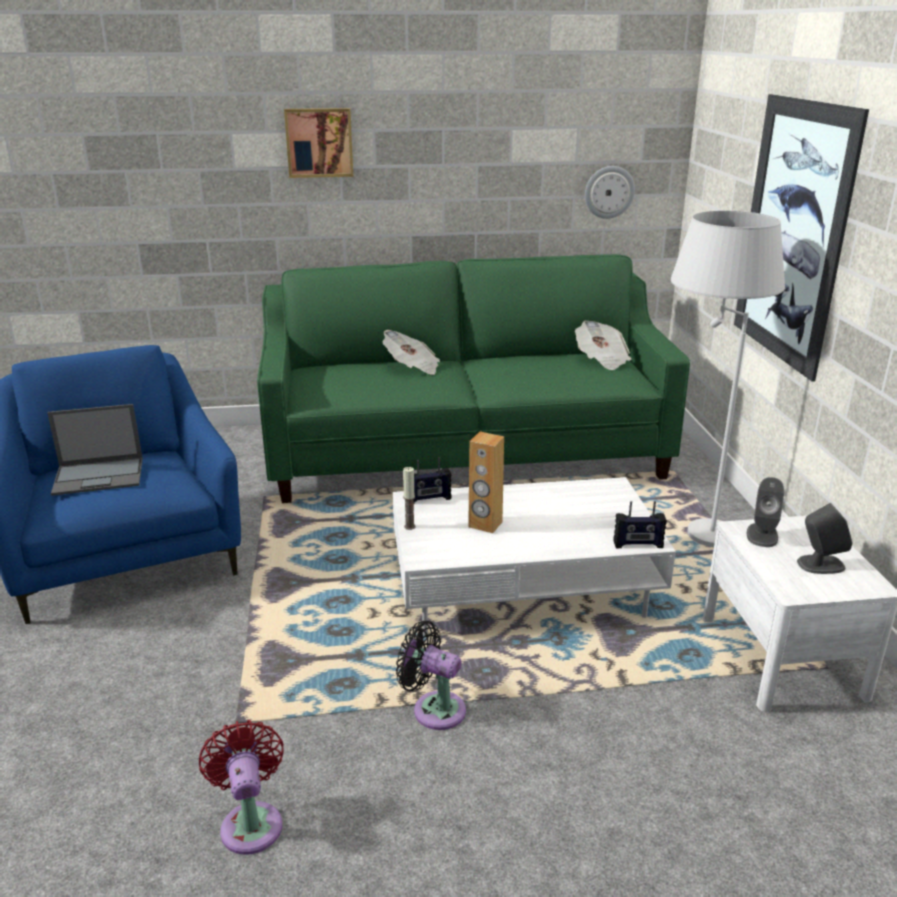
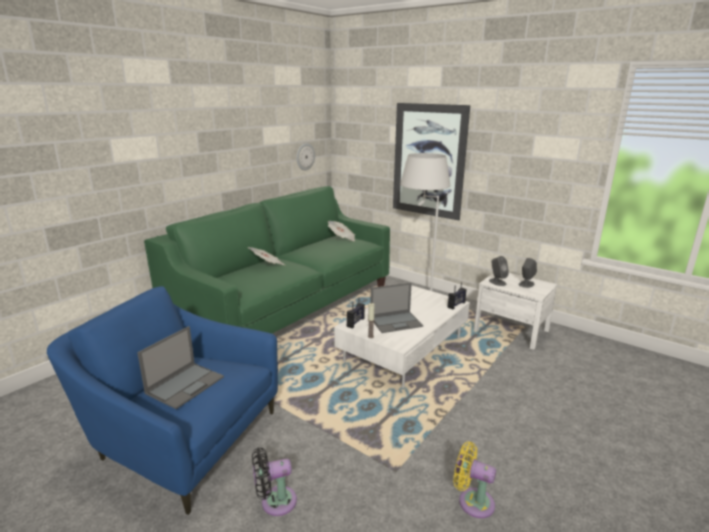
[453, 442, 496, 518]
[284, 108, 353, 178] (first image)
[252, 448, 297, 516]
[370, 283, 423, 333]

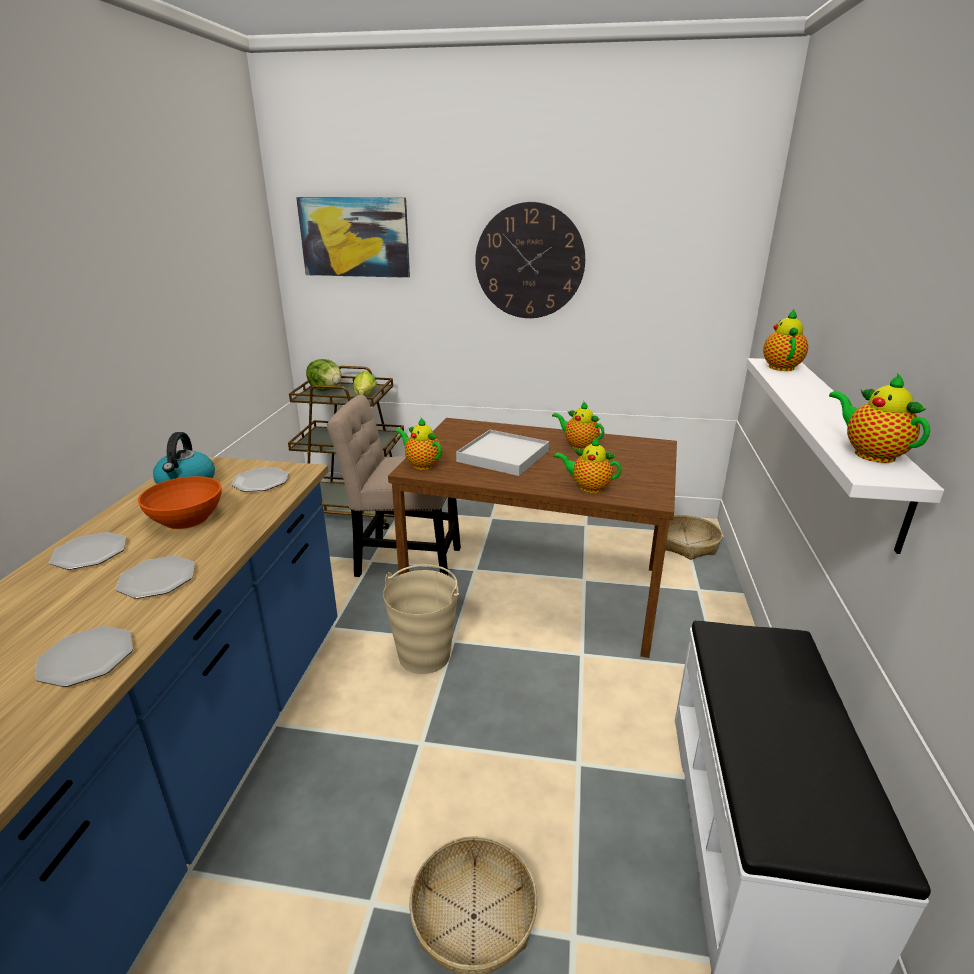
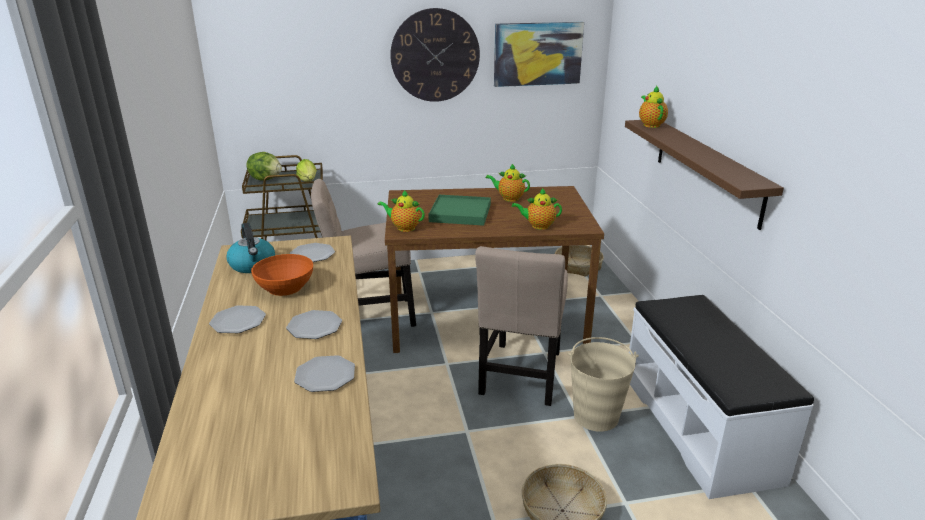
[494, 22, 584, 87]
[567, 337, 639, 432]
[428, 195, 491, 226]
[625, 120, 784, 230]
[829, 372, 930, 463] (first image)
[475, 246, 568, 406]

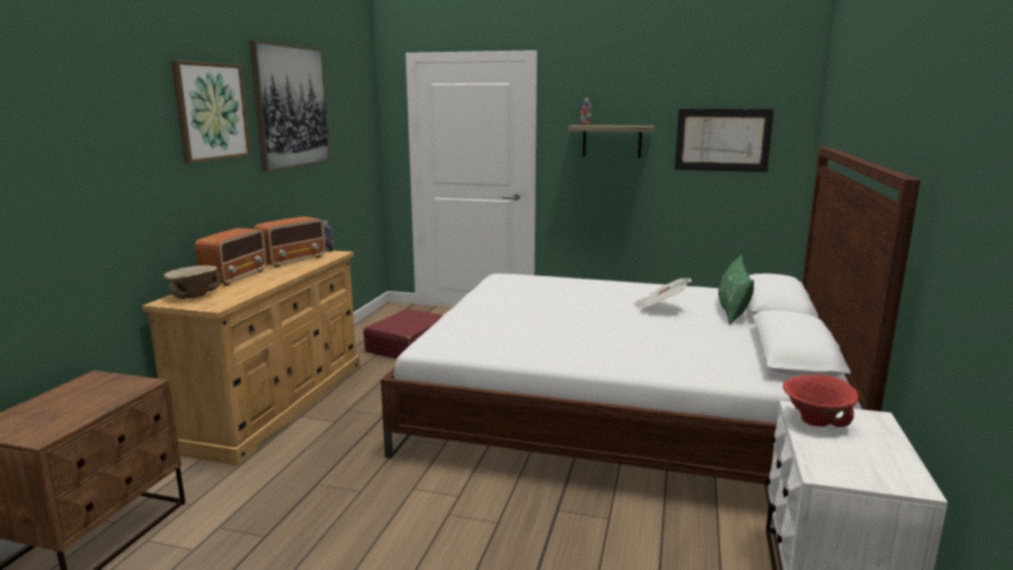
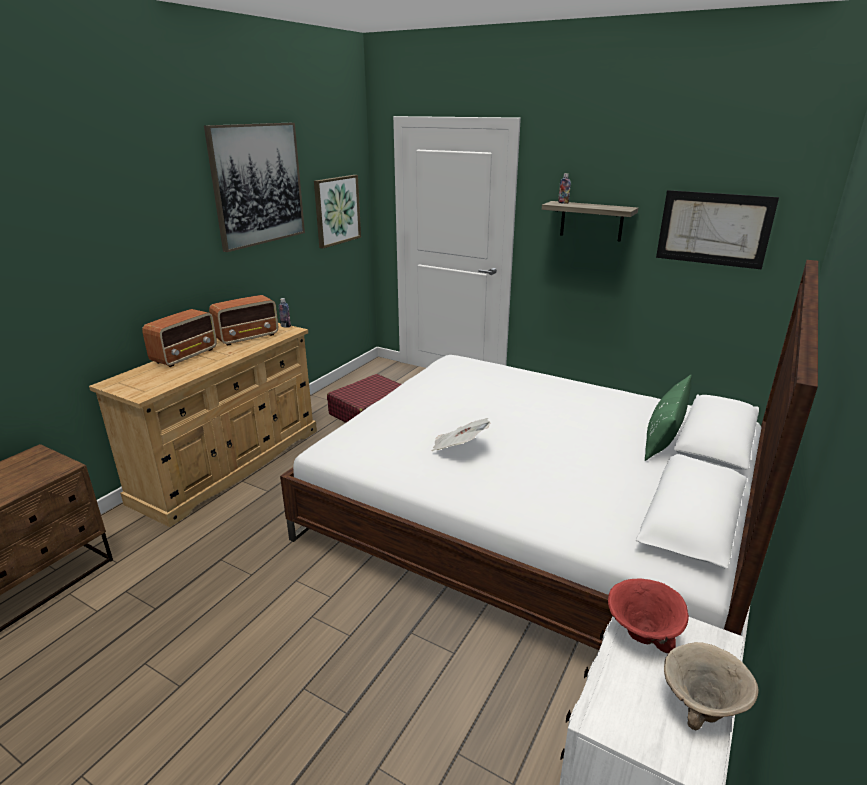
[664, 642, 759, 730]
[314, 175, 361, 248]
[432, 418, 491, 451]

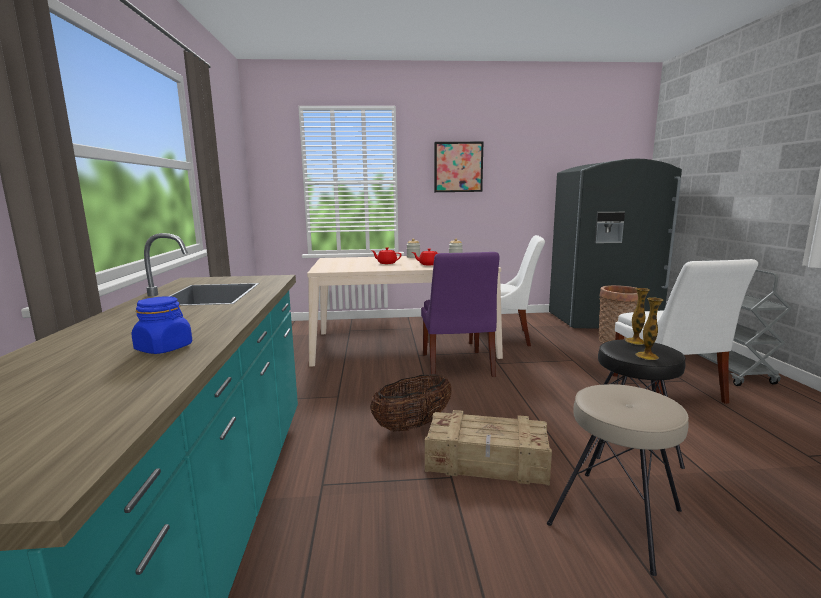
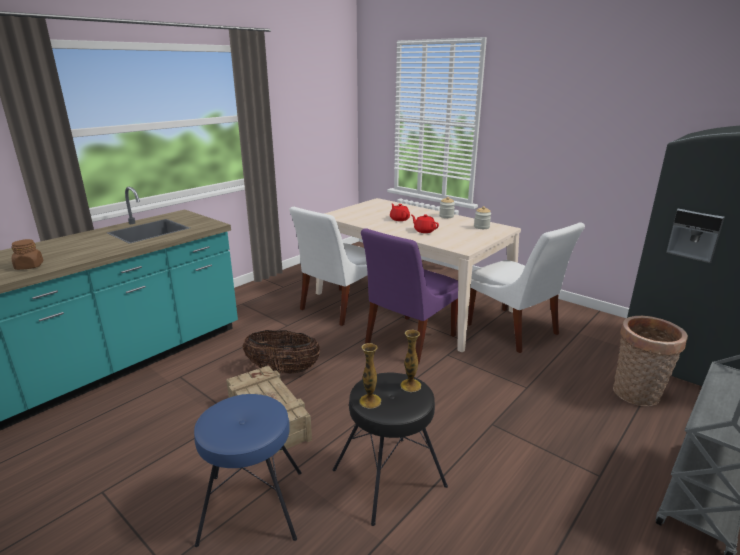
[11, 239, 43, 270]
[434, 142, 483, 192] (first image)
[194, 394, 302, 547]
[289, 207, 368, 326]

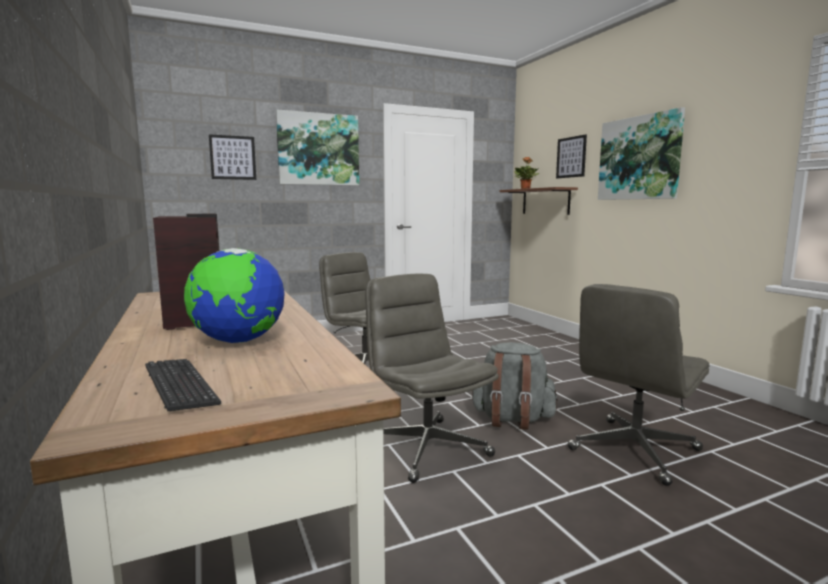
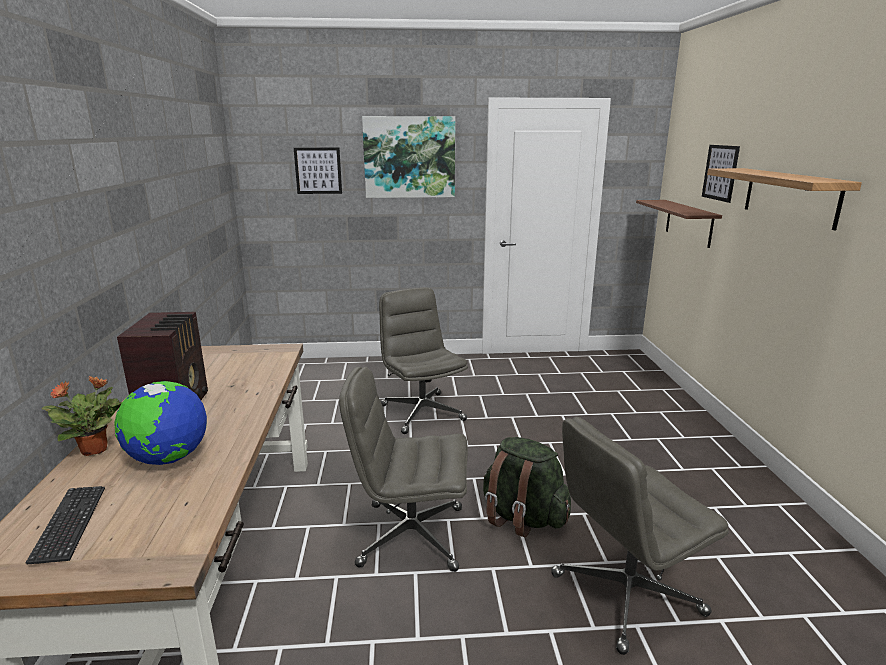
[339, 367, 468, 572]
[483, 437, 571, 537]
[41, 376, 122, 456]
[707, 168, 862, 231]

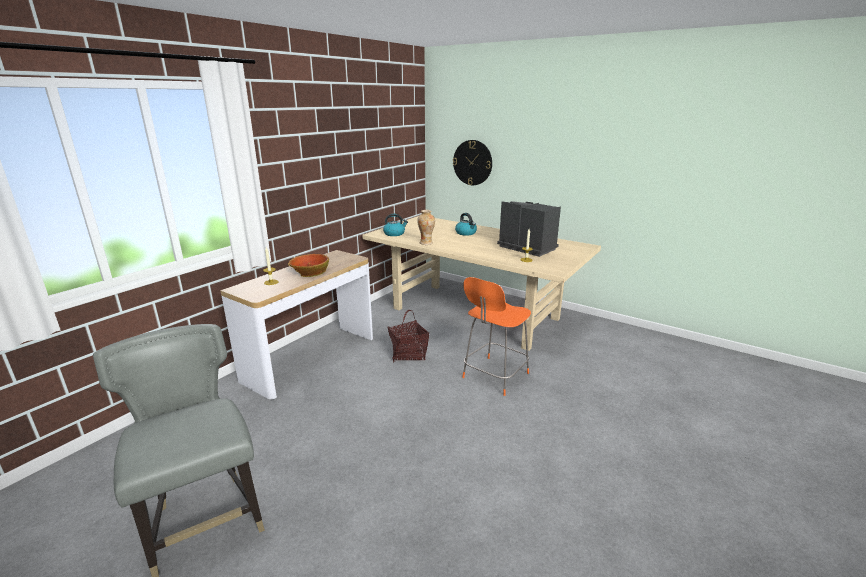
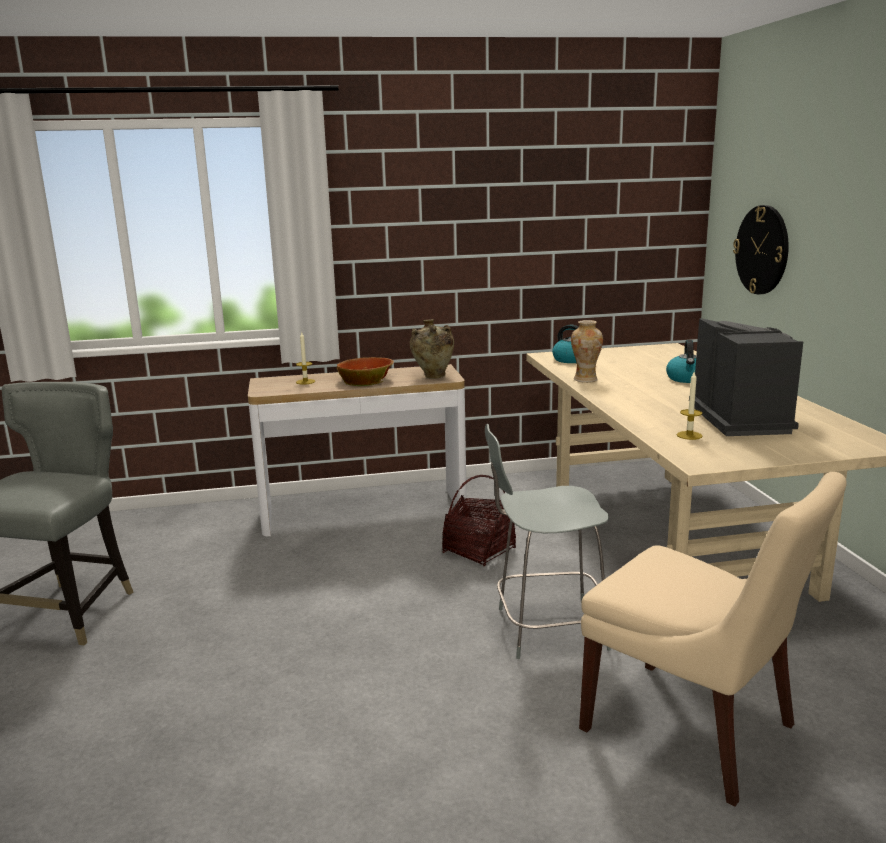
[485, 424, 611, 659]
[410, 319, 454, 379]
[579, 472, 847, 807]

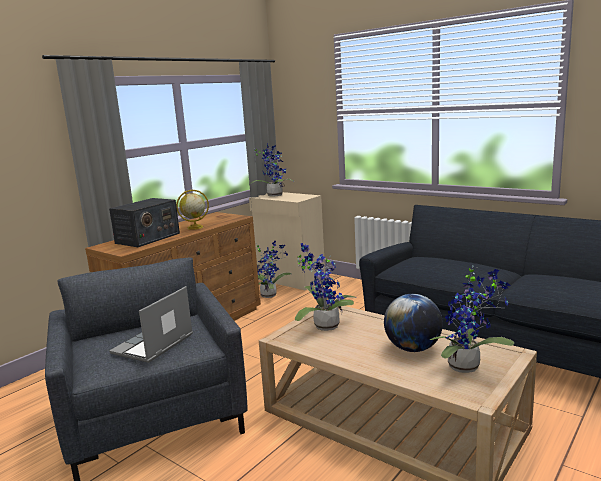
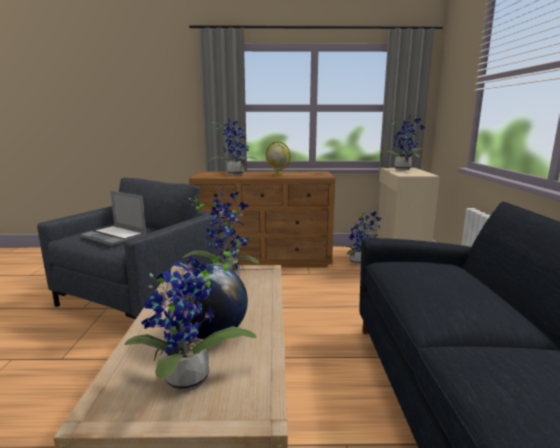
[208, 119, 257, 175]
[81, 191, 146, 246]

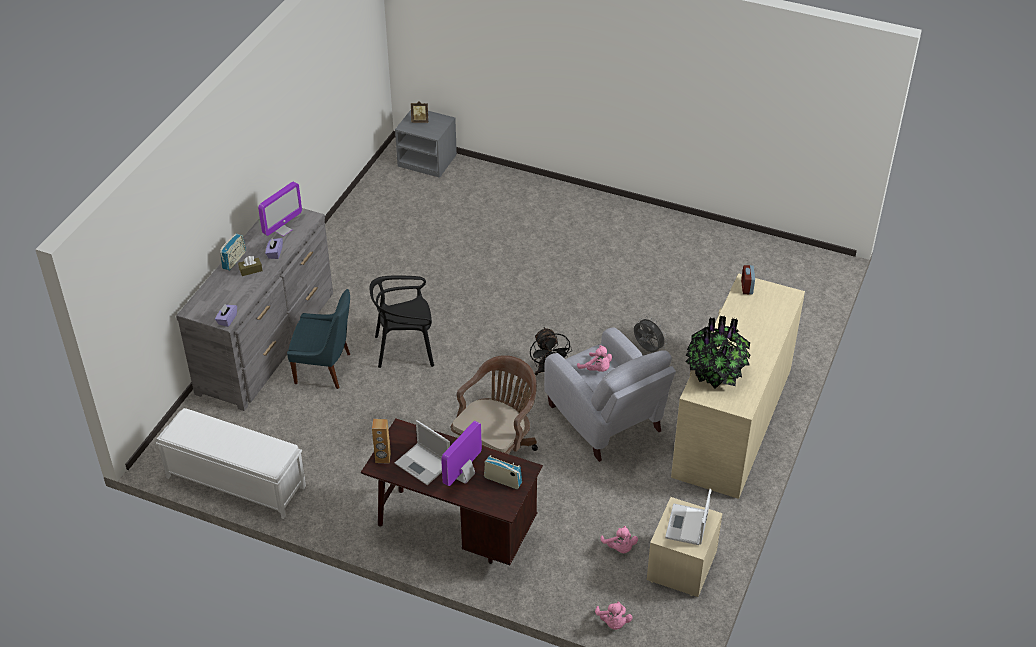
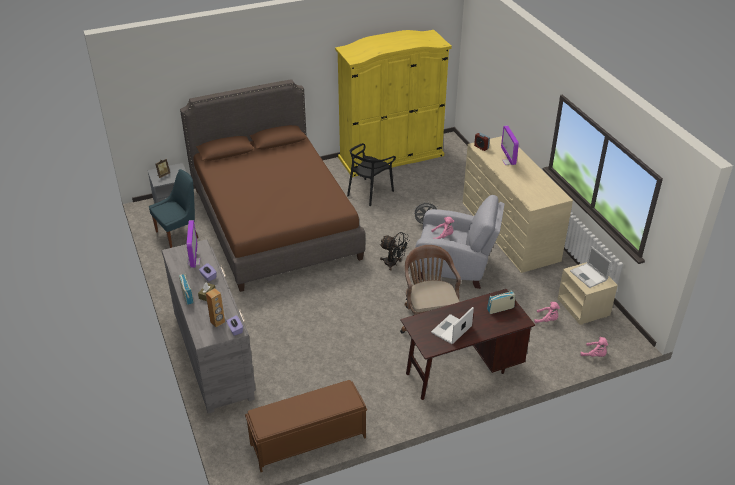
[245, 380, 367, 472]
[149, 169, 198, 248]
[347, 143, 396, 206]
[206, 288, 225, 327]
[431, 307, 474, 344]
[501, 125, 519, 165]
[685, 315, 750, 389] (first image)
[180, 79, 365, 292]
[335, 30, 452, 177]

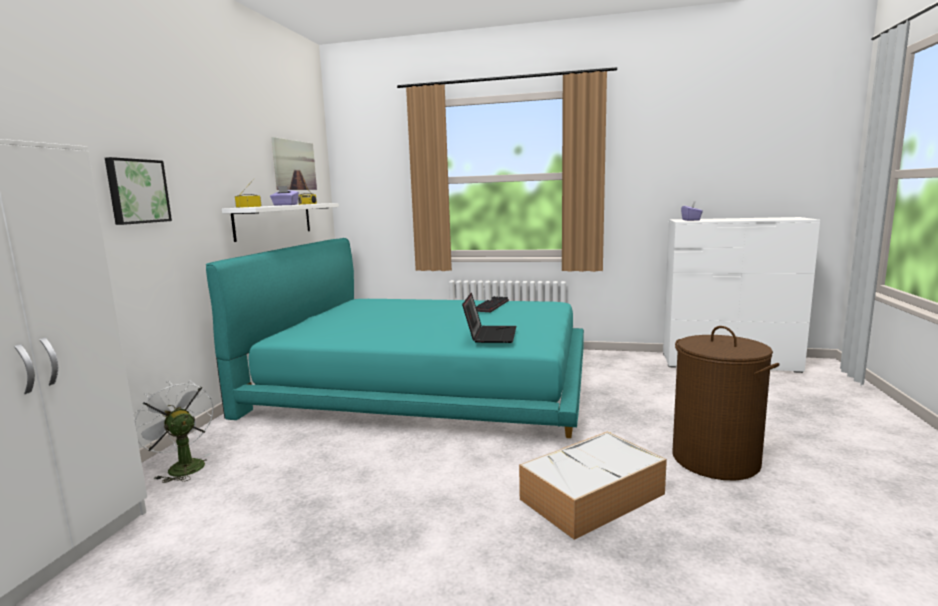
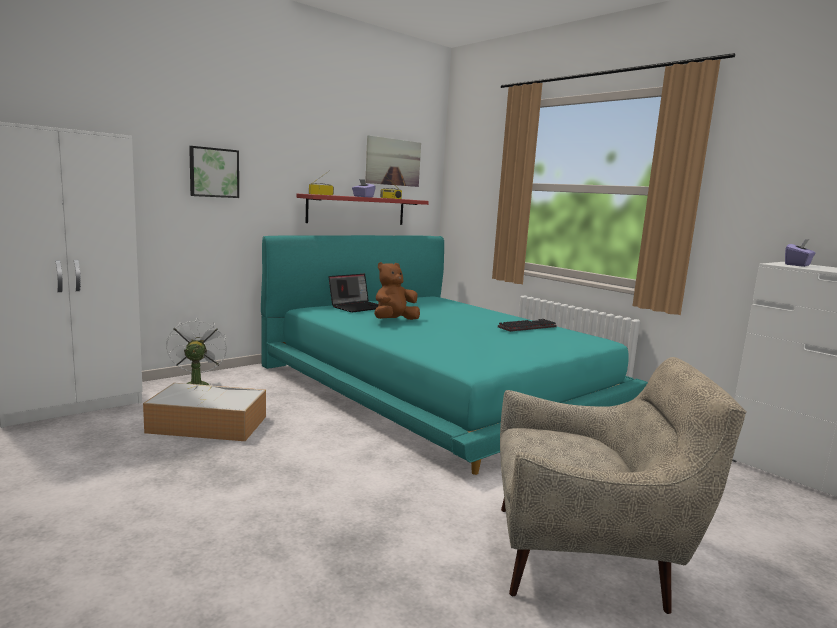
[296, 194, 429, 225]
[329, 274, 379, 313]
[143, 383, 266, 441]
[500, 357, 747, 614]
[374, 262, 420, 320]

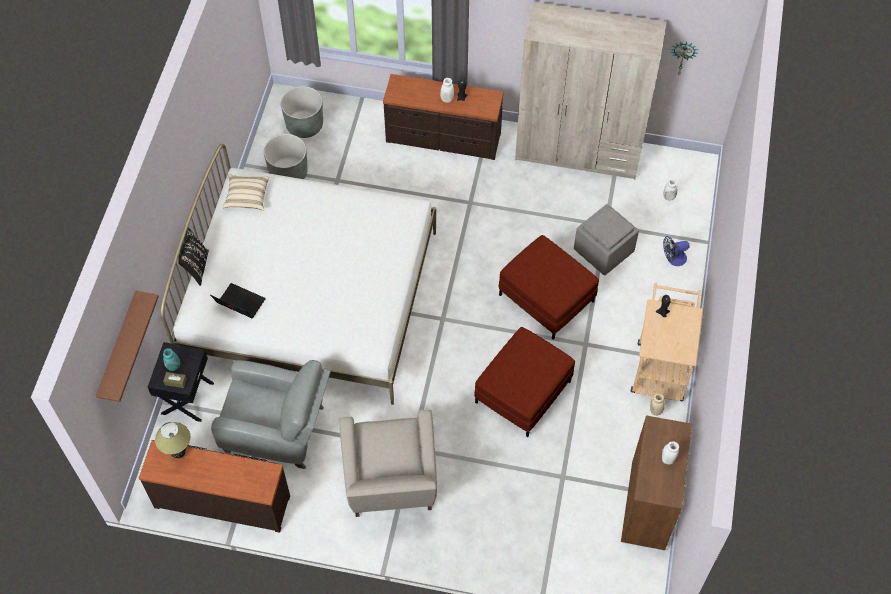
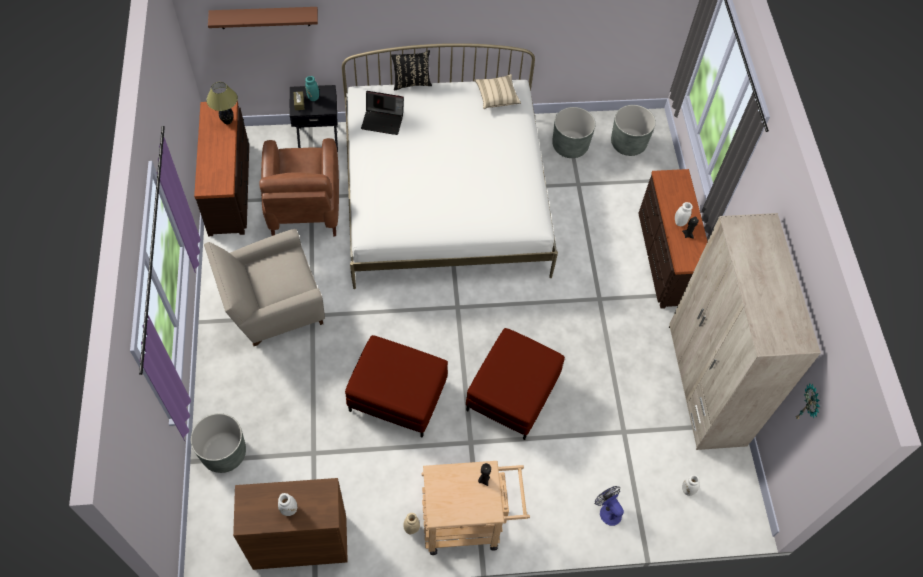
[361, 91, 404, 135]
[259, 138, 339, 236]
[574, 204, 639, 275] (first image)
[191, 413, 246, 473]

